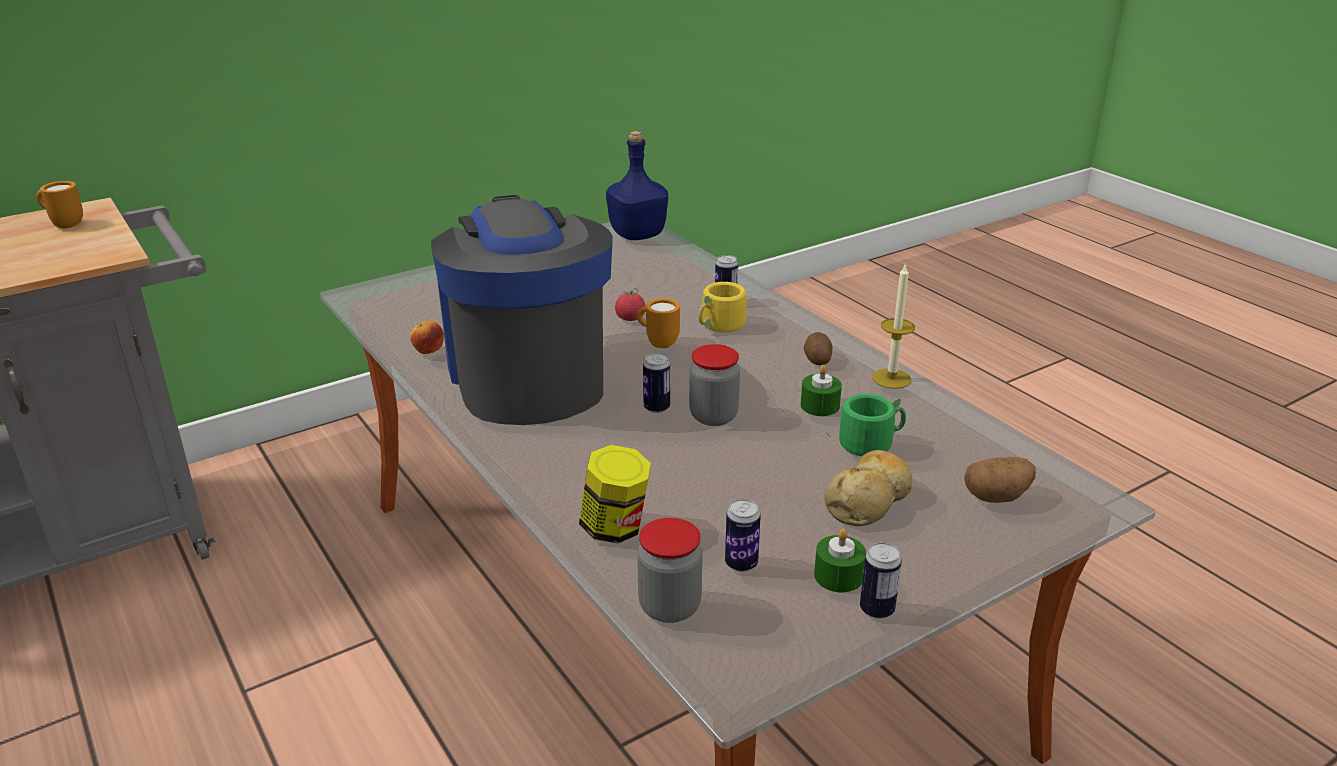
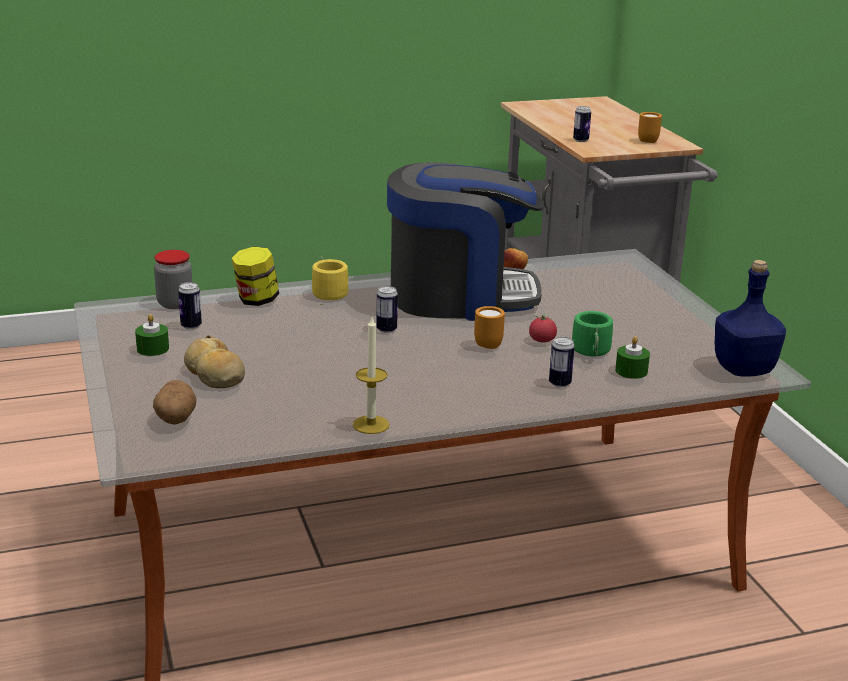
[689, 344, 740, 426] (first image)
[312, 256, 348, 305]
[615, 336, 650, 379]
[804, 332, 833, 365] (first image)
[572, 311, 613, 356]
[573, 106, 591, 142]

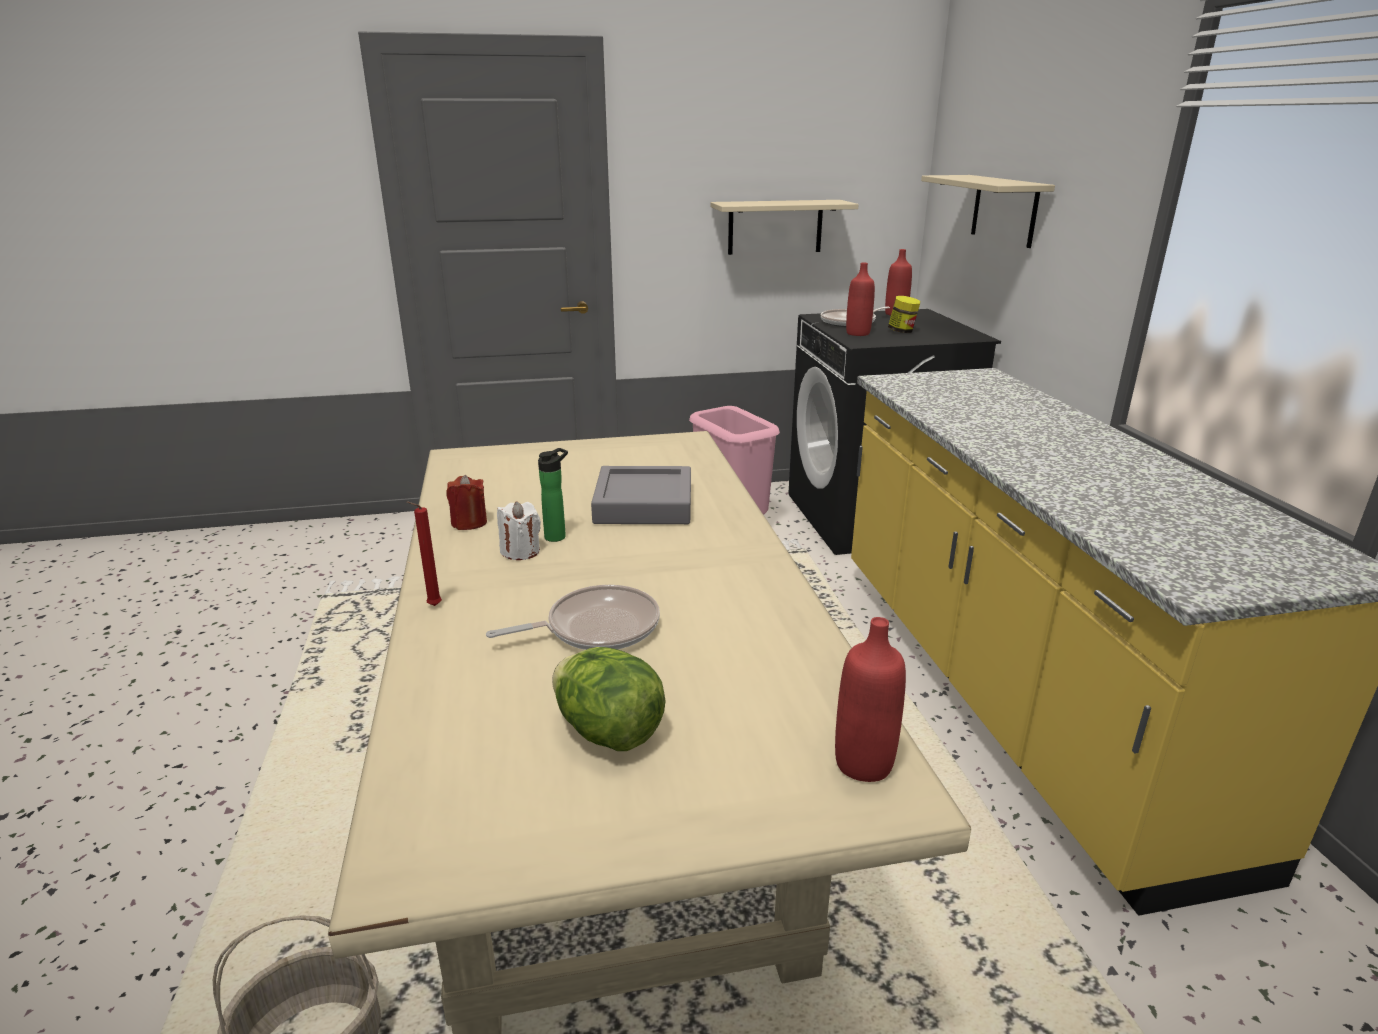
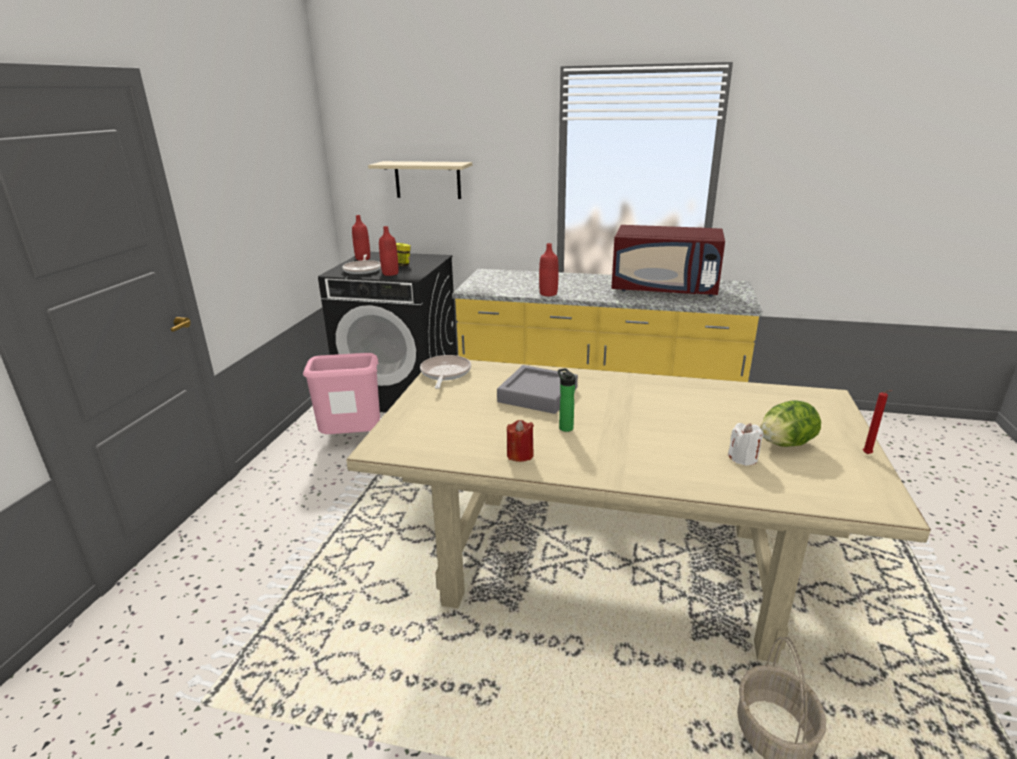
[863, 390, 892, 454]
[420, 355, 471, 389]
[728, 423, 764, 466]
[710, 200, 859, 255] (first image)
[539, 243, 559, 296]
[611, 225, 725, 297]

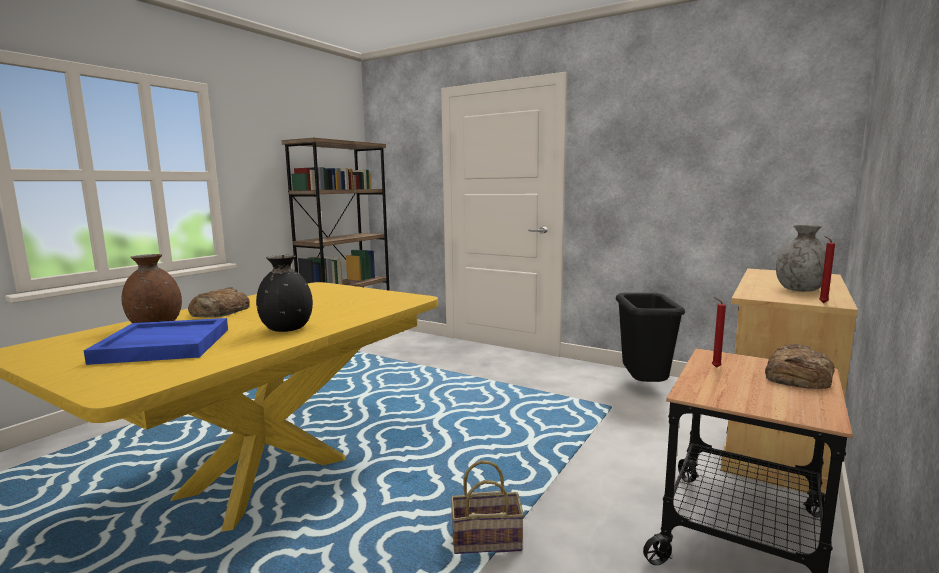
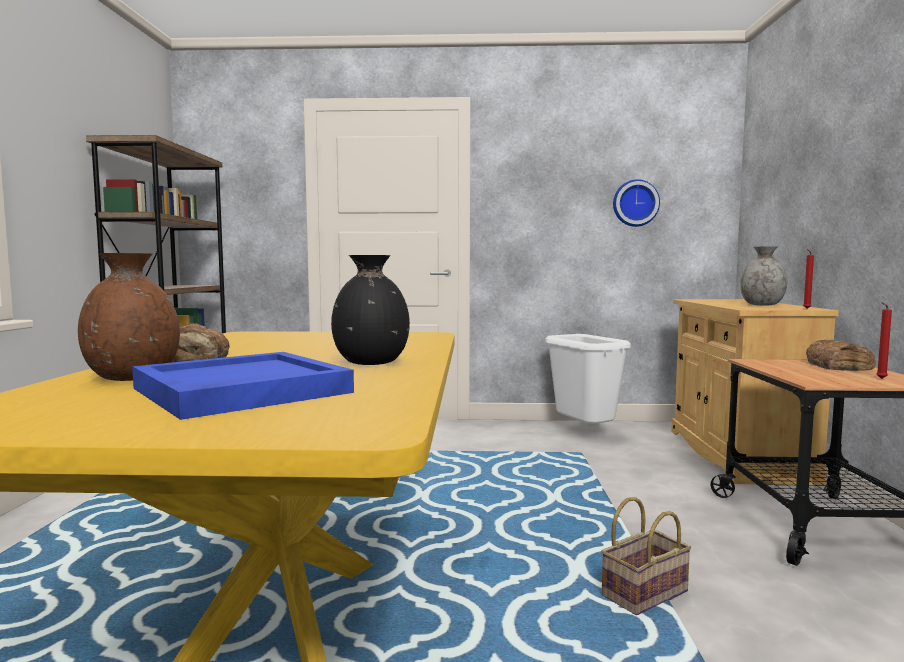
[545, 334, 631, 424]
[876, 302, 892, 379]
[613, 179, 660, 227]

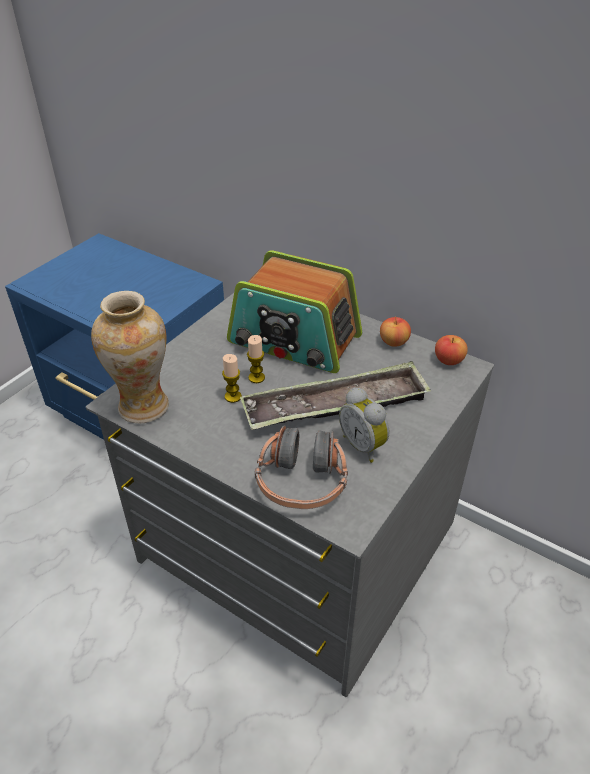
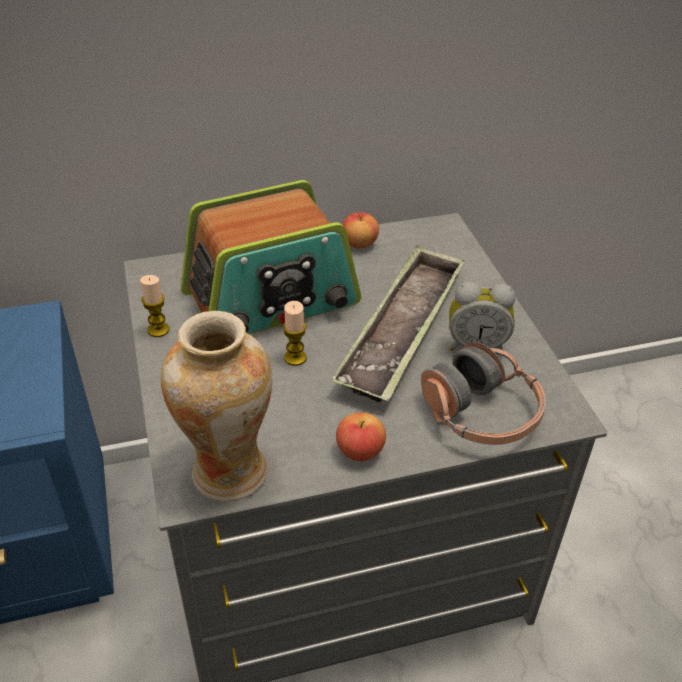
[140, 275, 169, 337]
[336, 412, 386, 461]

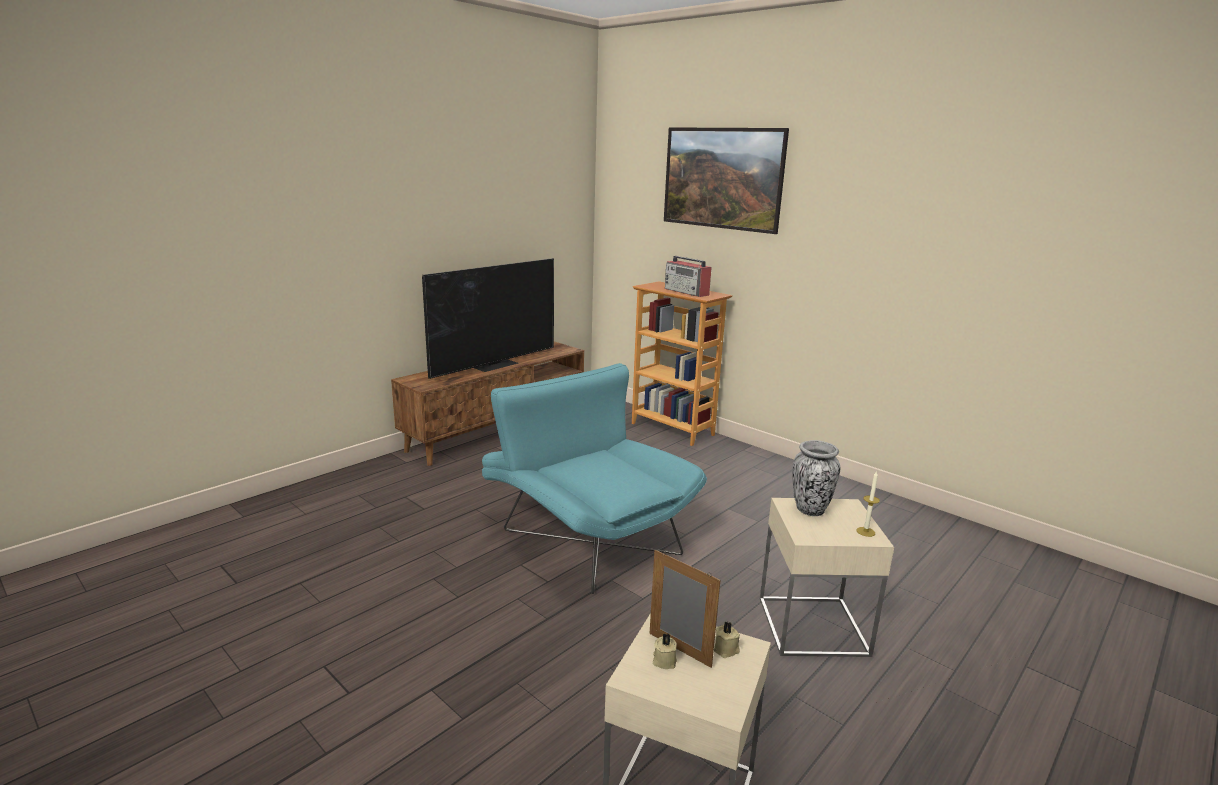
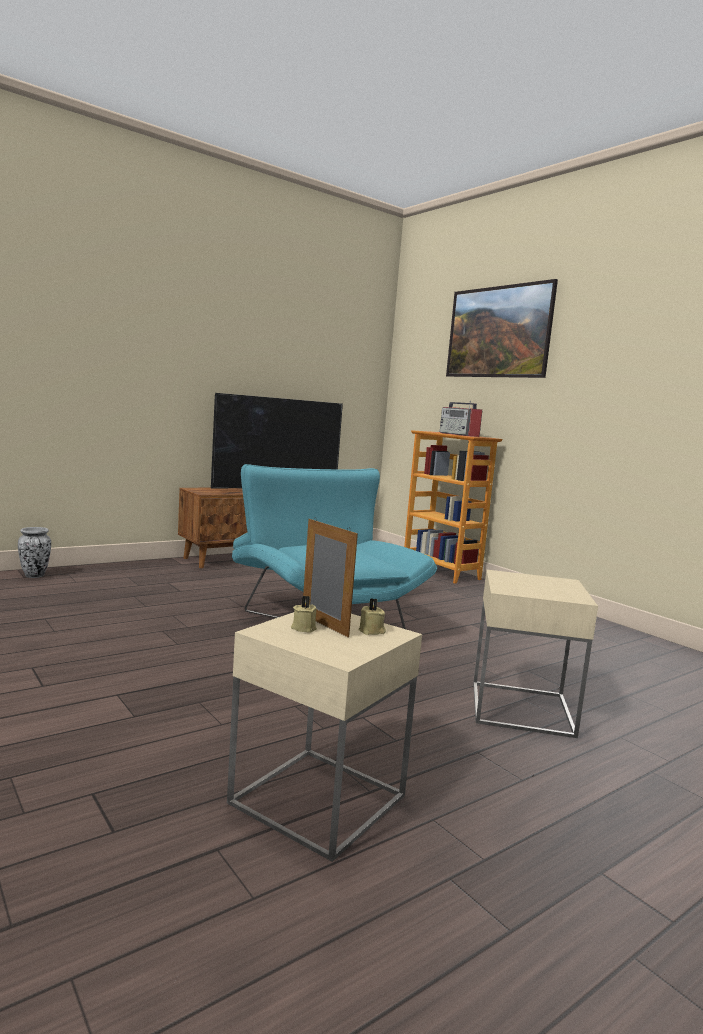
[18, 527, 51, 578]
[856, 471, 880, 537] (first image)

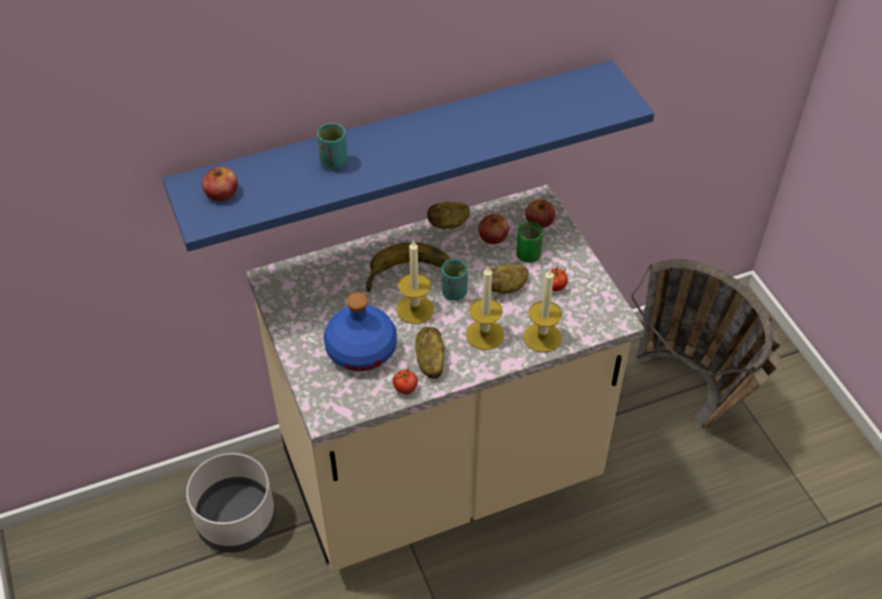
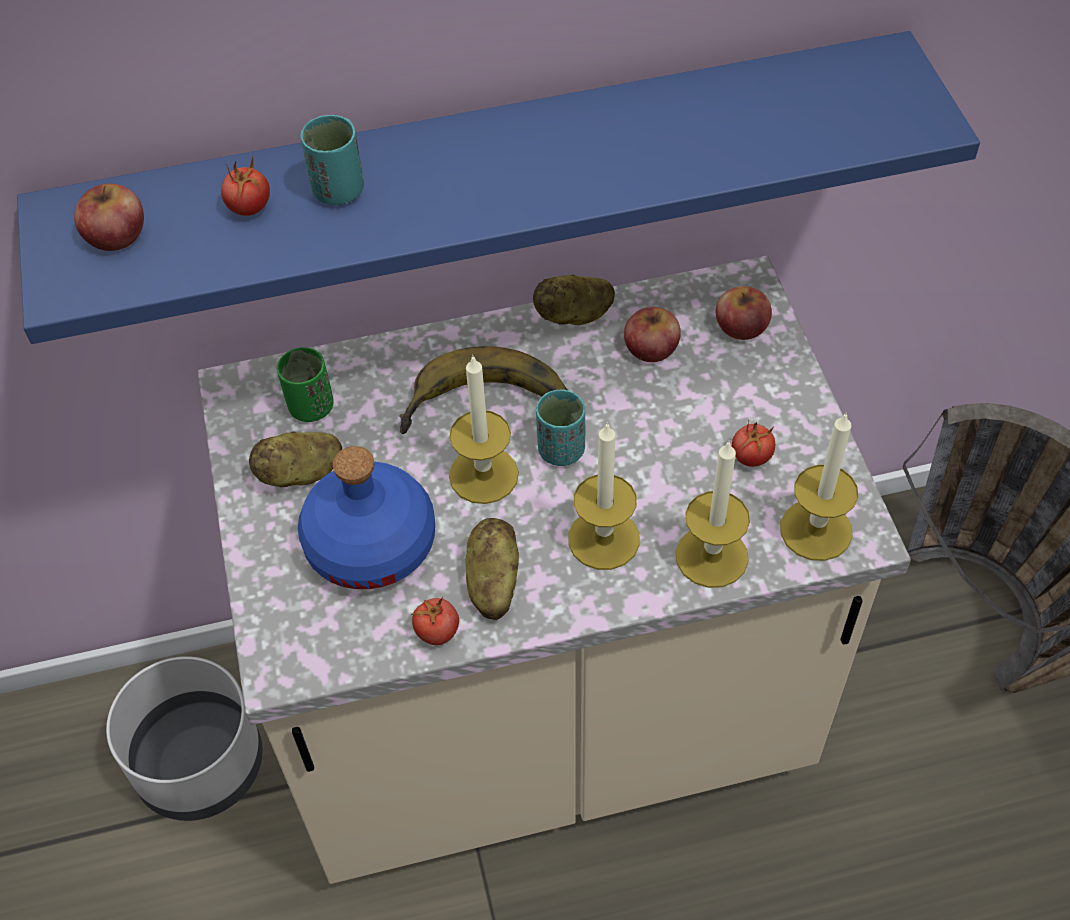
[249, 432, 342, 487]
[277, 347, 334, 422]
[221, 156, 270, 216]
[780, 412, 858, 561]

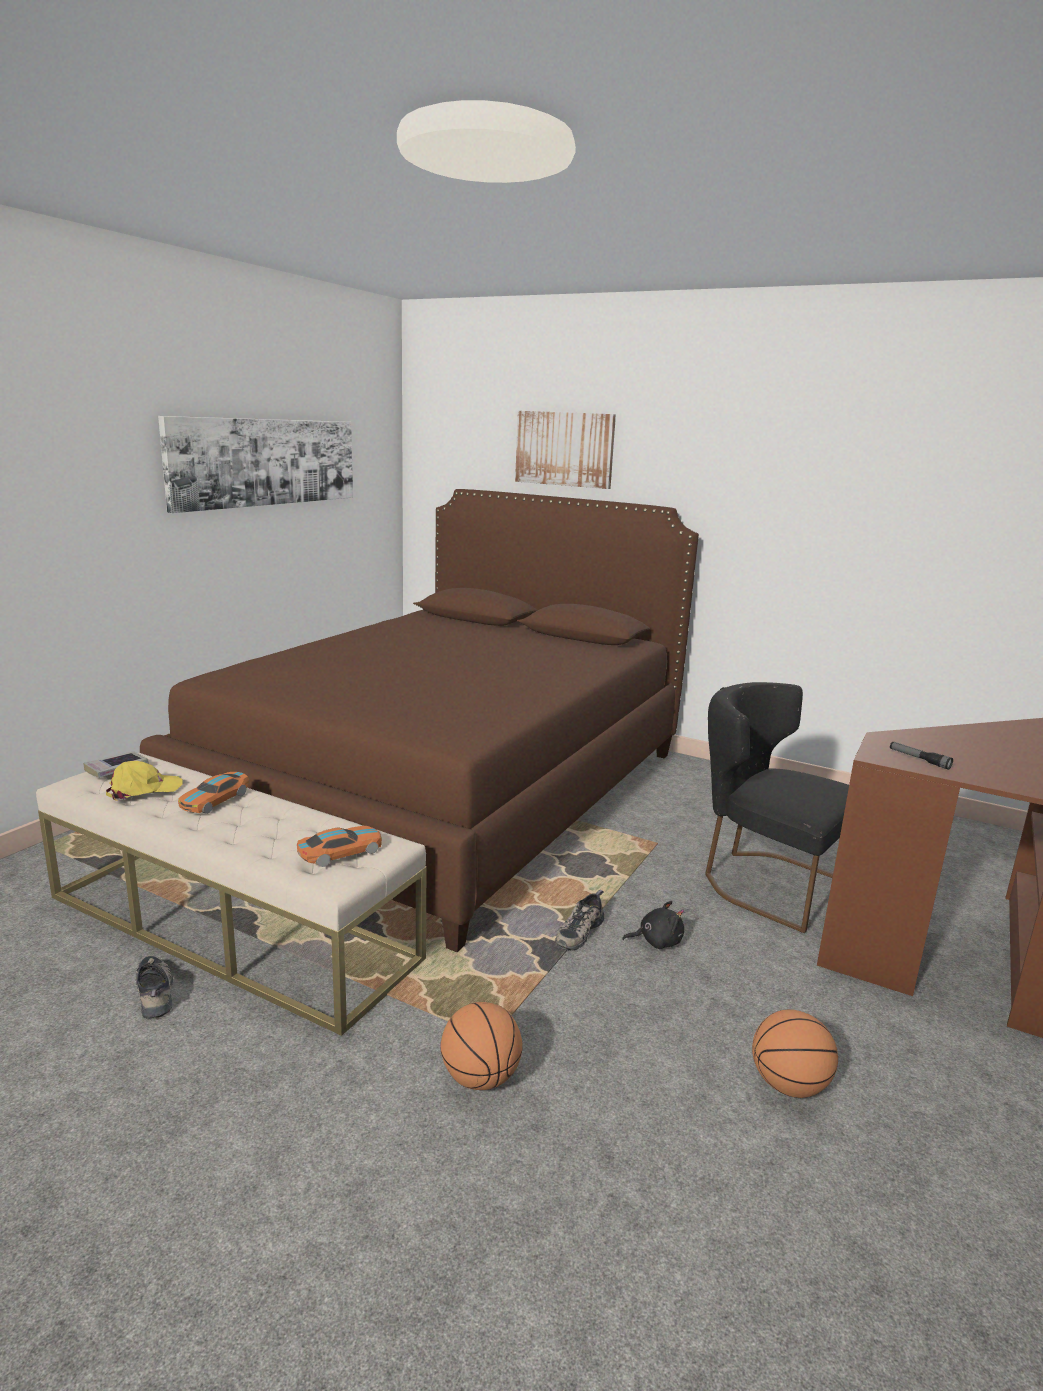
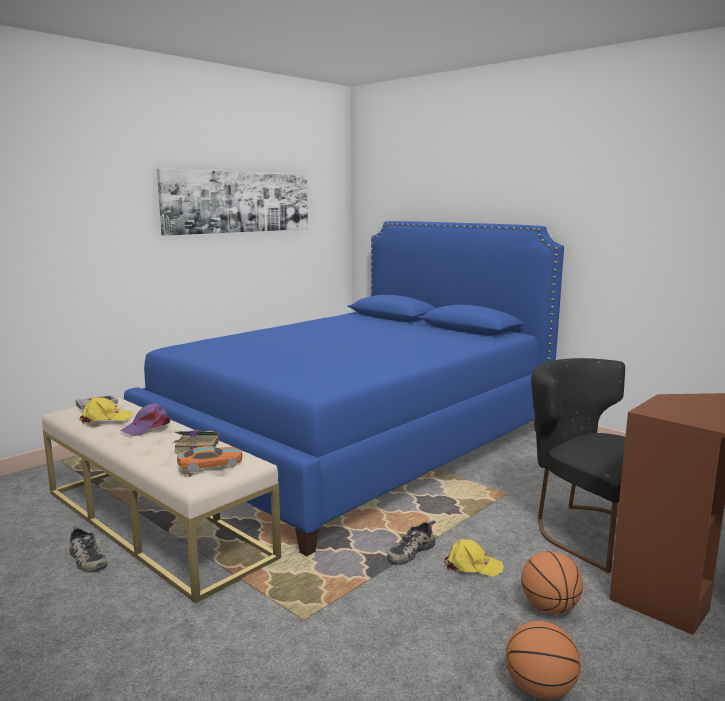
[69, 525, 107, 573]
[124, 221, 564, 556]
[120, 403, 170, 436]
[521, 551, 583, 614]
[515, 411, 616, 489] (first image)
[444, 539, 504, 576]
[890, 742, 953, 770] (first image)
[172, 430, 219, 452]

